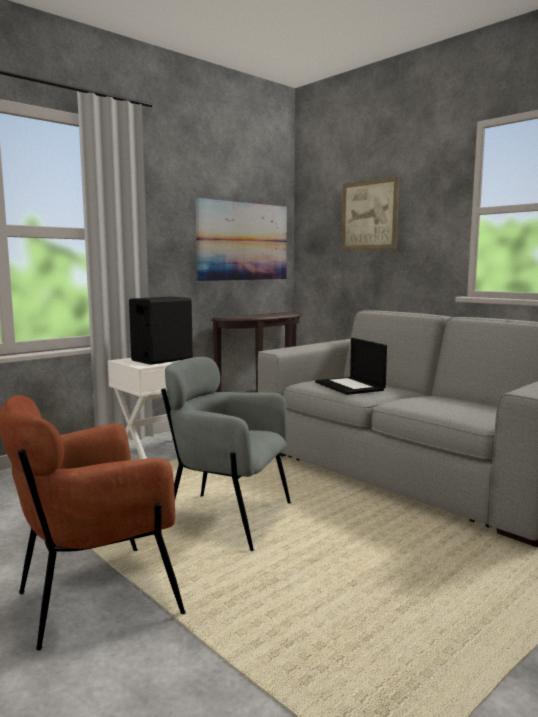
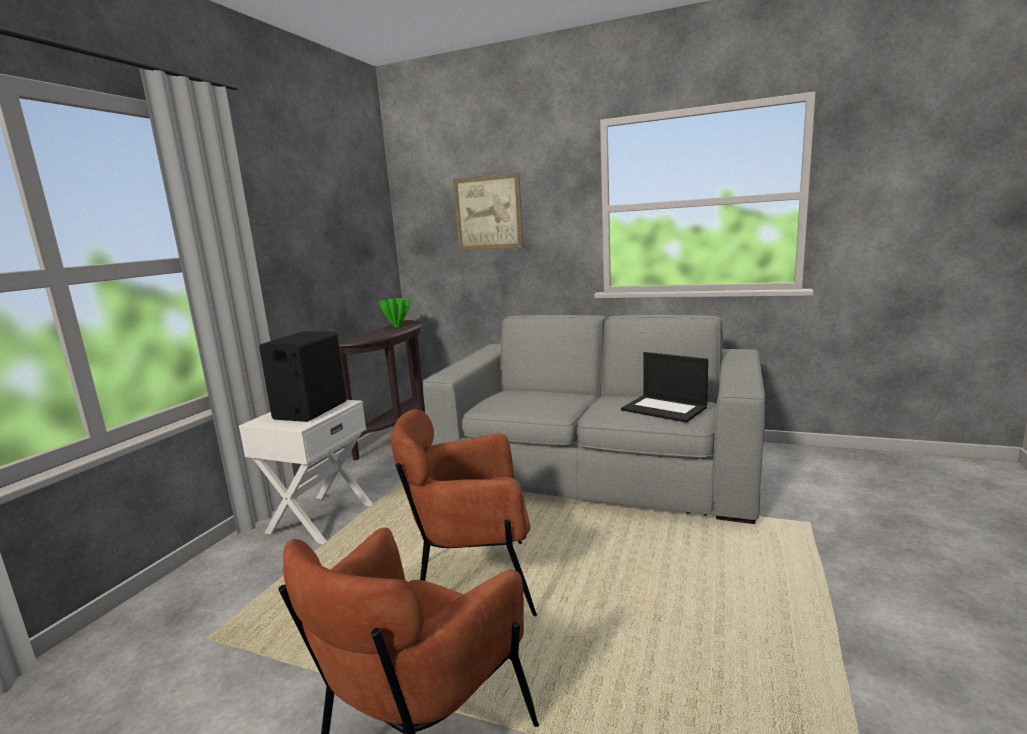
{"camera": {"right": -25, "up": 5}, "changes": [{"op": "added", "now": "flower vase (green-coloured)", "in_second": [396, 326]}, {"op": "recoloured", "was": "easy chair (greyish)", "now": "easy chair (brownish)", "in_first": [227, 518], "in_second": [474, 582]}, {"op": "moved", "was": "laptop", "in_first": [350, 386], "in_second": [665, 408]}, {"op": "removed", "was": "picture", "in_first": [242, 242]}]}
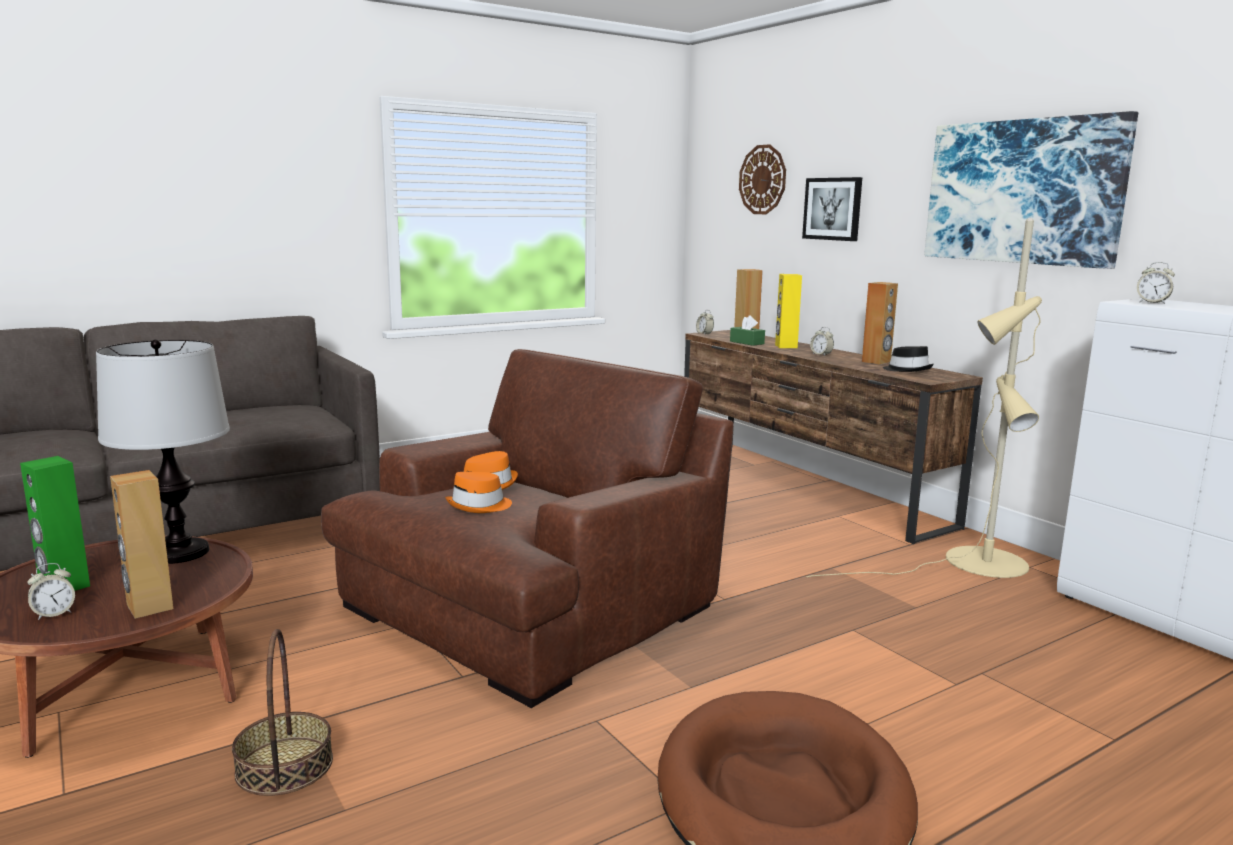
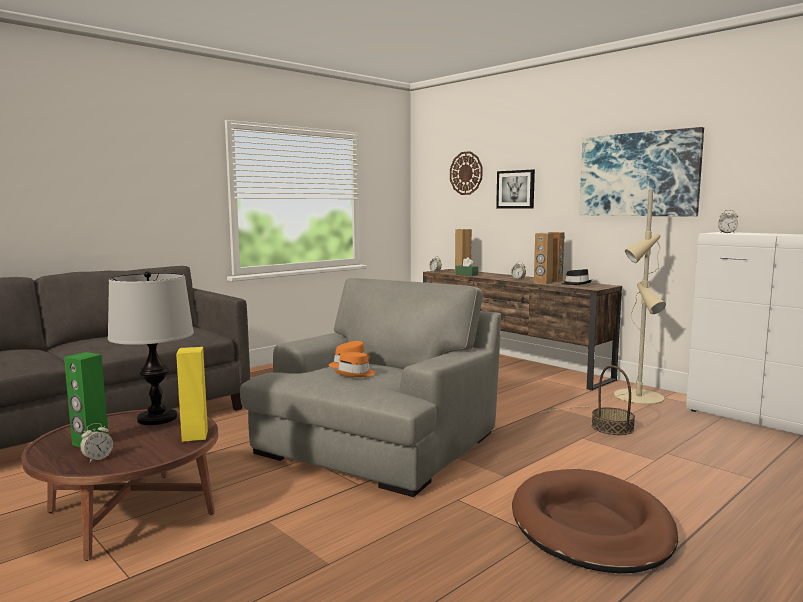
{"camera": {"right": -10, "up": -5}, "changes": [{"op": "moved", "was": "speaker (yellow-coloured)", "in_first": [785, 346], "in_second": [194, 436]}, {"op": "recoloured", "was": "easy chair (brownish)", "now": "easy chair (greyish)", "in_first": [531, 605], "in_second": [378, 441]}, {"op": "moved", "was": "speaker (brownish)", "in_first": [149, 607], "in_second": [542, 283]}, {"op": "moved", "was": "basket", "in_first": [285, 766], "in_second": [612, 427]}]}
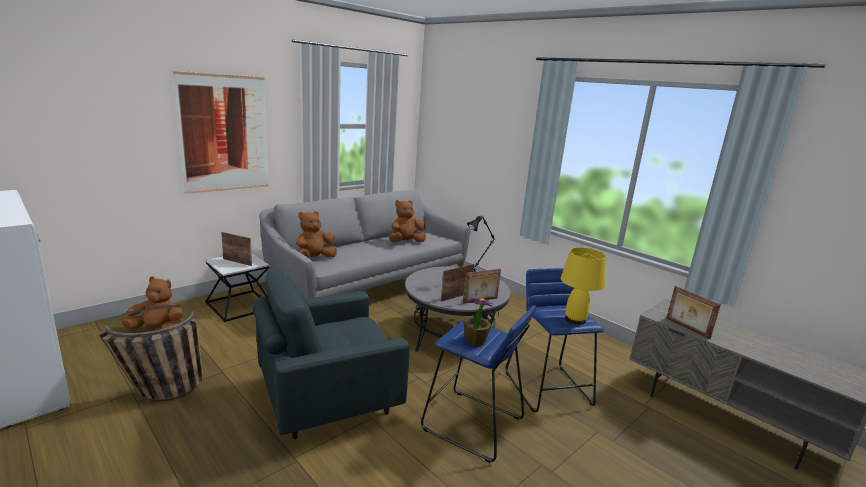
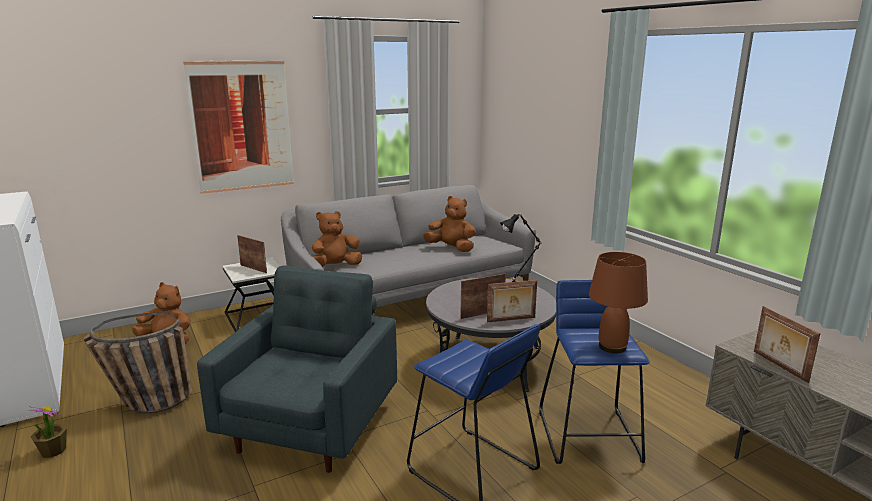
{"camera": {"right": 15, "up": 0}, "changes": [{"op": "moved", "was": "potted plant", "in_first": [475, 341], "in_second": [53, 451]}, {"op": "turned", "was": "easy chair (greyish)", "in_first": [327, 399], "in_second": [312, 426], "clockwise": 120}, {"op": "turned", "was": "plush toy (brownish)", "in_first": [406, 242], "in_second": [451, 248], "clockwise": 45}, {"op": "recoloured", "was": "lamp for a table (yellow-coloured)", "now": "lamp for a table (brownish)", "in_first": [574, 320], "in_second": [611, 347]}]}
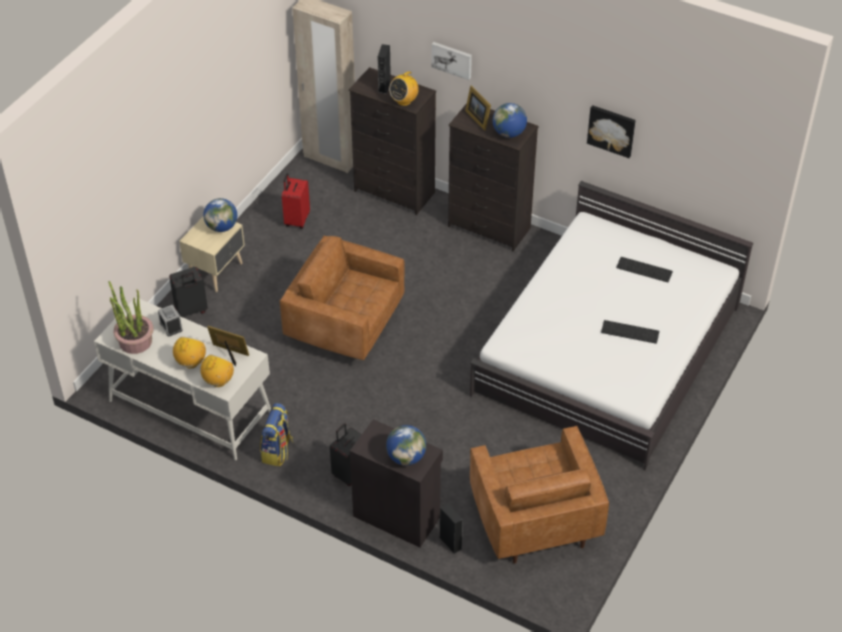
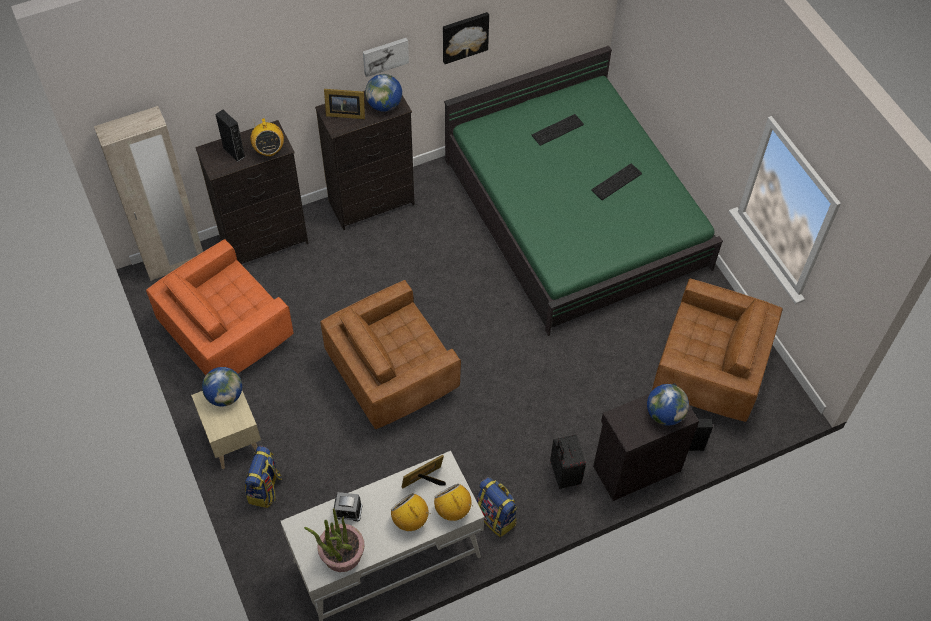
{"camera": {"right": -55, "up": 10}, "changes": [{"op": "replaced", "was": "piece of luggage (red)", "now": "easy chair (orange-coloured)", "in_first": [296, 220], "in_second": [227, 335]}, {"op": "replaced", "was": "piece of luggage (blackish)", "now": "backpack", "in_first": [191, 311], "in_second": [265, 489]}, {"op": "moved", "was": "picture", "in_first": [452, 59], "in_second": [385, 55]}, {"op": "recoloured", "was": "bedroom bed (white)", "now": "bedroom bed (green-coloured)", "in_first": [608, 349], "in_second": [575, 213]}]}
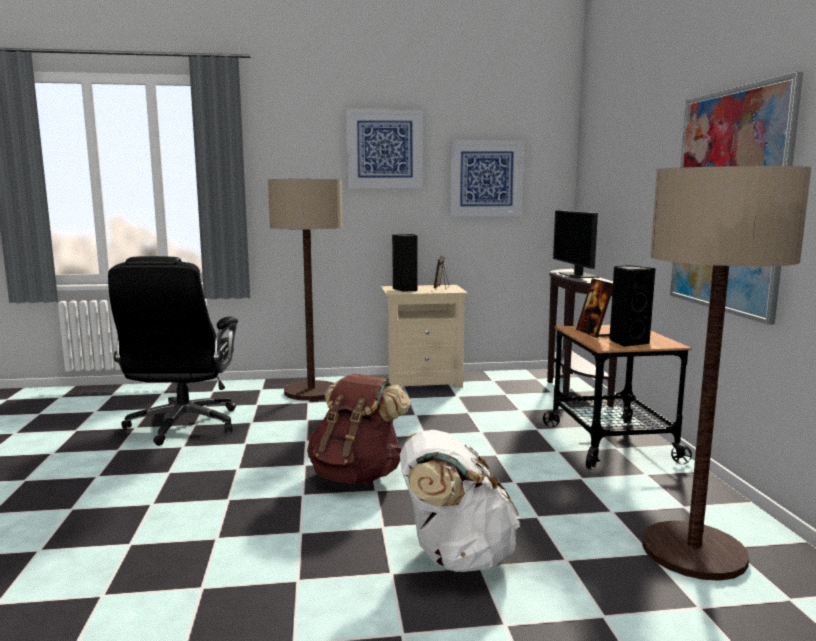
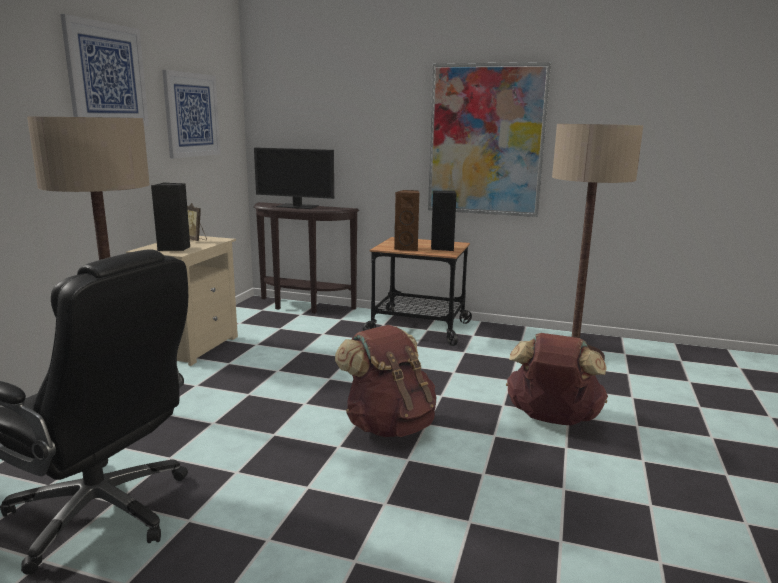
{"camera": {"right": -65, "up": 5}, "changes": [{"op": "replaced", "was": "standing frame", "now": "speaker (brownish)", "in_first": [593, 333], "in_second": [407, 248]}, {"op": "recoloured", "was": "backpack (white)", "now": "backpack (brownish)", "in_first": [455, 556], "in_second": [552, 419]}]}
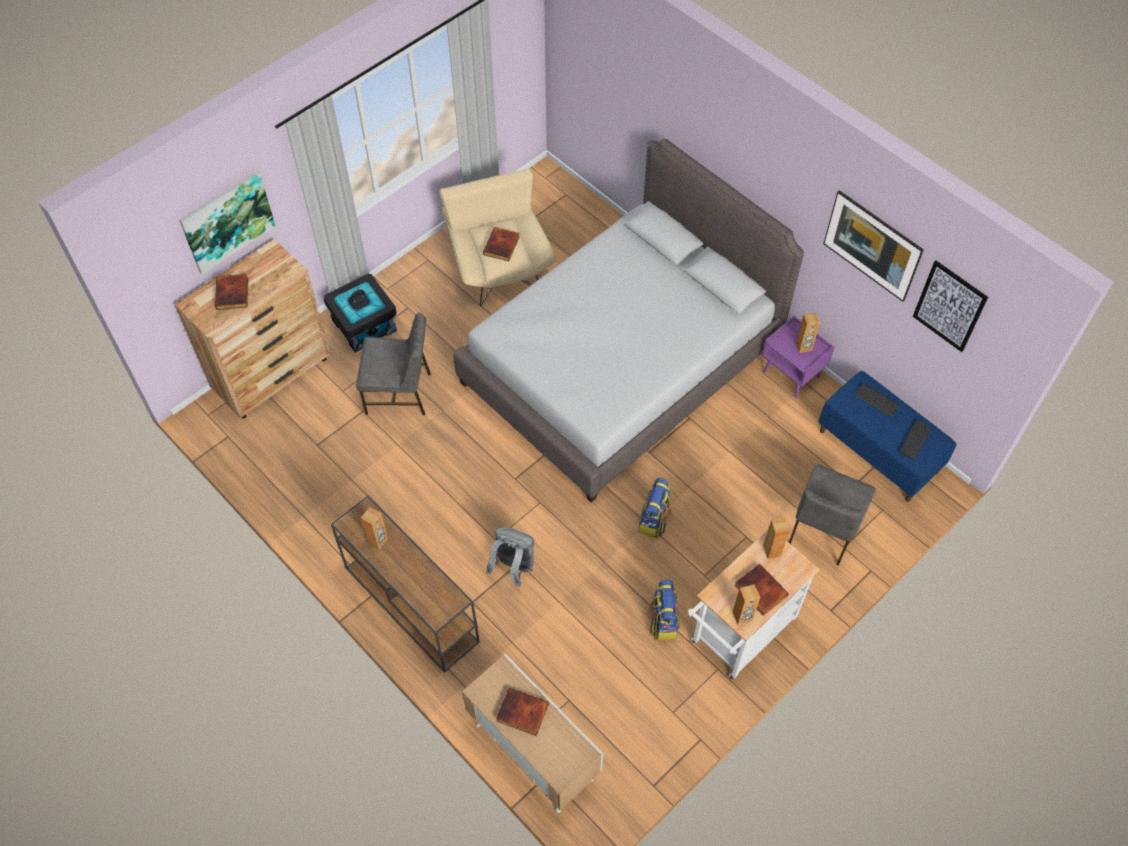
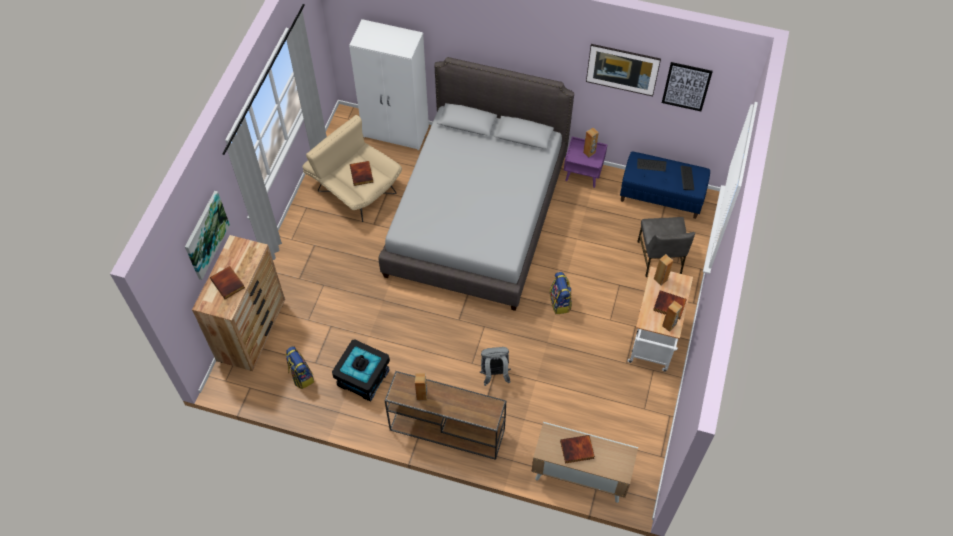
{"camera": {"right": -30, "up": 0}, "changes": [{"op": "moved", "was": "backpack", "in_first": [662, 621], "in_second": [301, 376]}, {"op": "moved", "was": "storage bin (blackish)", "in_first": [364, 325], "in_second": [363, 378]}, {"op": "added", "now": "clothes cupboard (white)", "in_second": [396, 132]}, {"op": "removed", "was": "chair (greyish)", "in_first": [400, 393]}]}
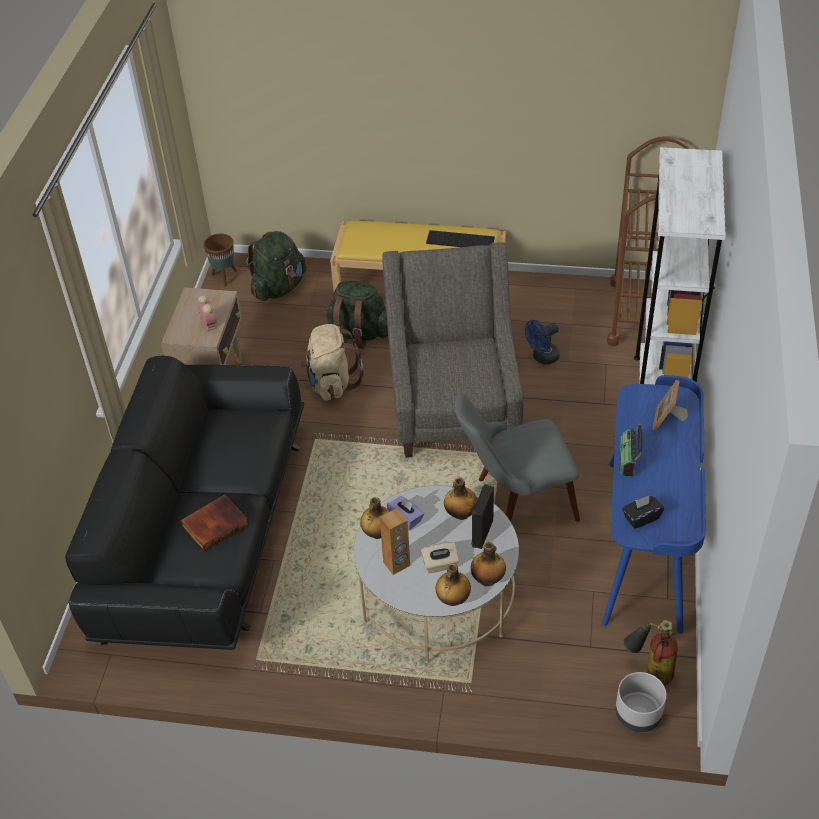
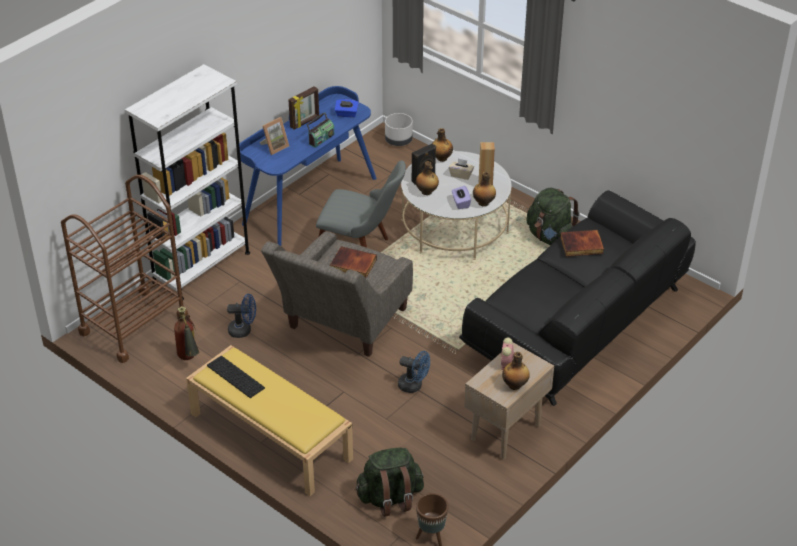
{"camera": {"right": -150, "up": -5}, "changes": [{"op": "moved", "was": "fire extinguisher", "in_first": [649, 671], "in_second": [189, 360]}, {"op": "added", "now": "standing frame", "in_second": [305, 122]}, {"op": "added", "now": "volume", "in_second": [352, 265]}, {"op": "recoloured", "was": "box of tissues (blackish)", "now": "box of tissues (bluish)", "in_first": [641, 518], "in_second": [346, 114]}, {"op": "replaced", "was": "backpack (beige-coloured)", "now": "cooling fan (bluish)", "in_first": [331, 383], "in_second": [414, 386]}, {"op": "moved", "was": "drink bottle", "in_first": [453, 600], "in_second": [515, 385]}, {"op": "moved", "was": "backpack (green-coloured)", "in_first": [359, 334], "in_second": [550, 237]}]}
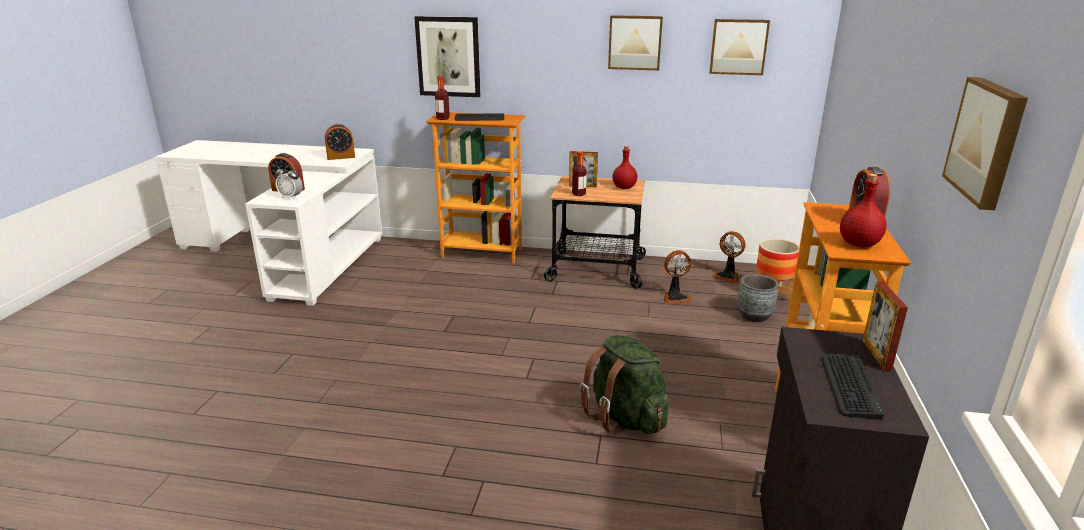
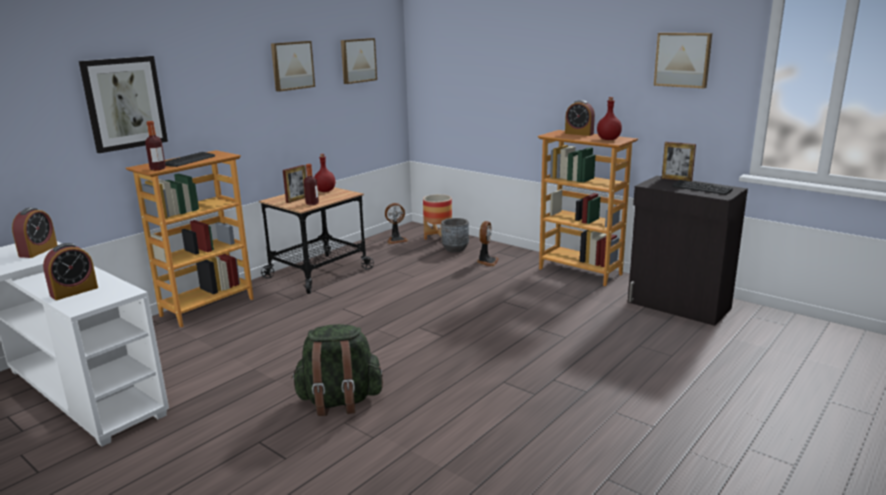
{"camera": {"right": -60, "up": -5}, "changes": [{"op": "moved", "was": "backpack (green-coloured)", "in_first": [625, 418], "in_second": [339, 401]}, {"op": "moved", "was": "cooling fan", "in_first": [675, 297], "in_second": [487, 261]}, {"op": "removed", "was": "alarm clock", "in_first": [291, 197]}]}
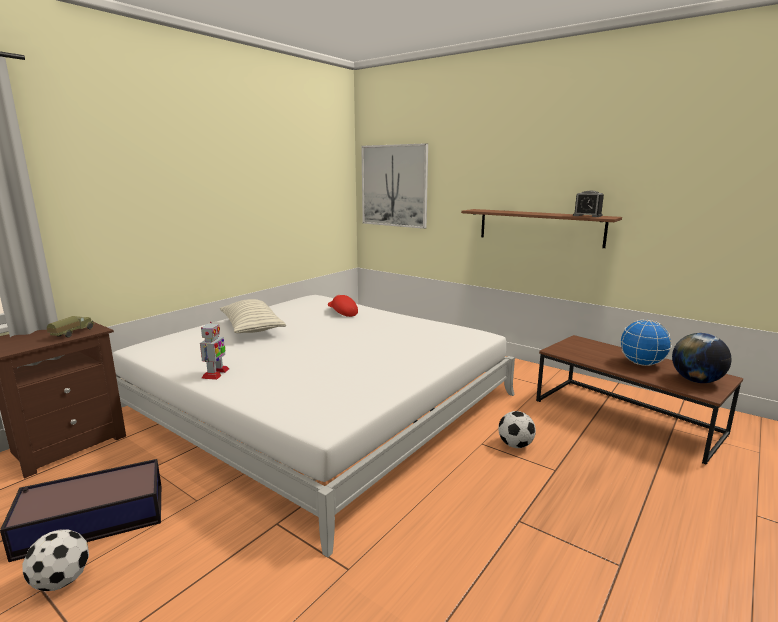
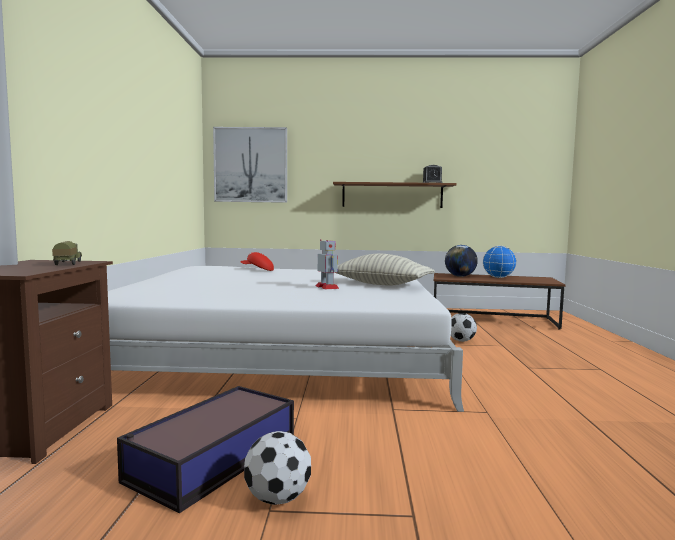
{"camera": {"right": -35, "up": -10}, "changes": [{"op": "moved", "was": "toy robot", "in_first": [215, 374], "in_second": [327, 287]}, {"op": "moved", "was": "pillow", "in_first": [252, 328], "in_second": [381, 284]}, {"op": "moved", "was": "world globe", "in_first": [696, 381], "in_second": [460, 276]}]}
